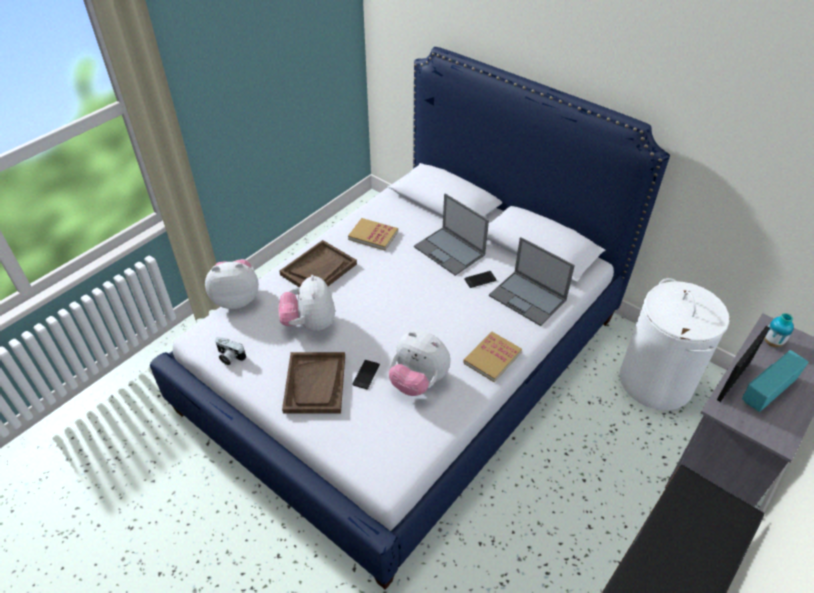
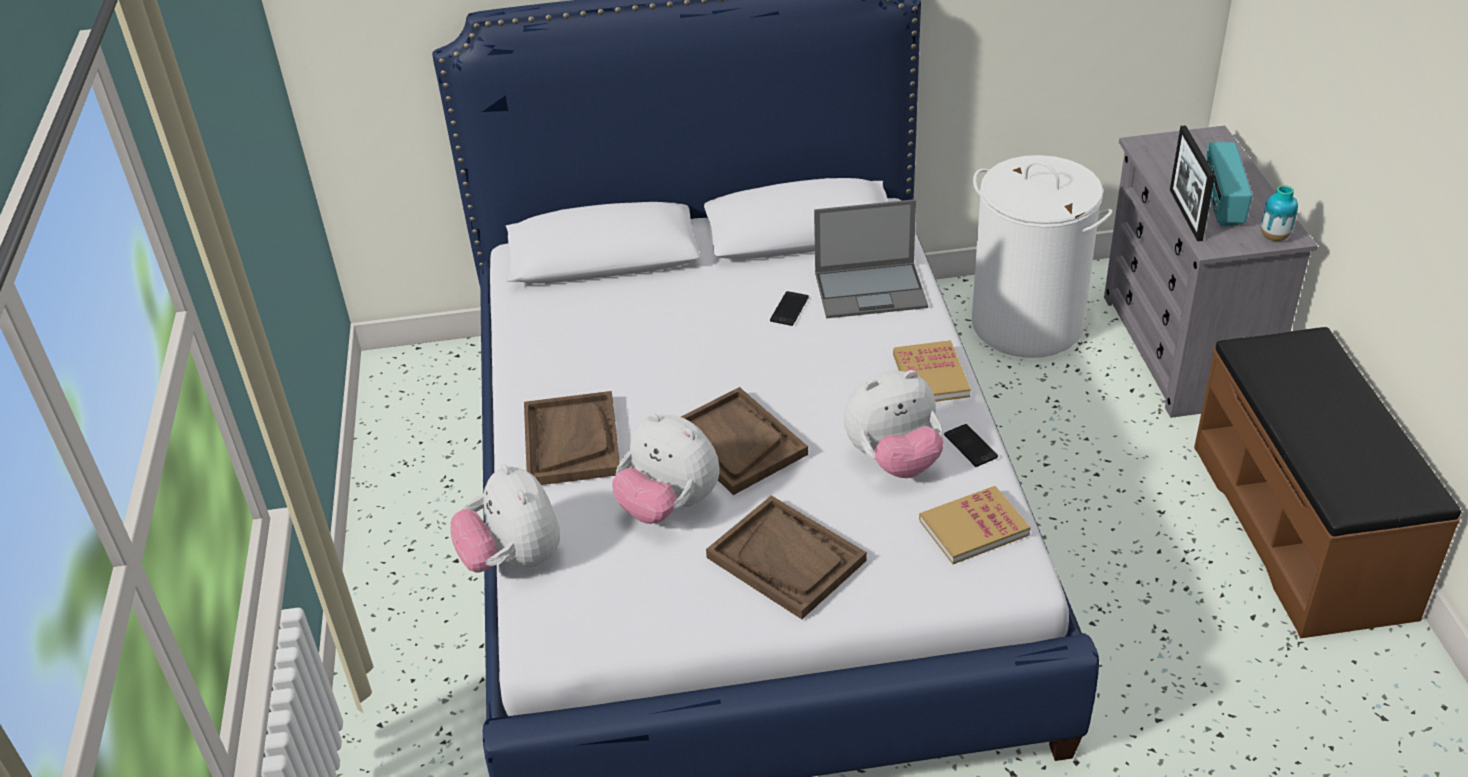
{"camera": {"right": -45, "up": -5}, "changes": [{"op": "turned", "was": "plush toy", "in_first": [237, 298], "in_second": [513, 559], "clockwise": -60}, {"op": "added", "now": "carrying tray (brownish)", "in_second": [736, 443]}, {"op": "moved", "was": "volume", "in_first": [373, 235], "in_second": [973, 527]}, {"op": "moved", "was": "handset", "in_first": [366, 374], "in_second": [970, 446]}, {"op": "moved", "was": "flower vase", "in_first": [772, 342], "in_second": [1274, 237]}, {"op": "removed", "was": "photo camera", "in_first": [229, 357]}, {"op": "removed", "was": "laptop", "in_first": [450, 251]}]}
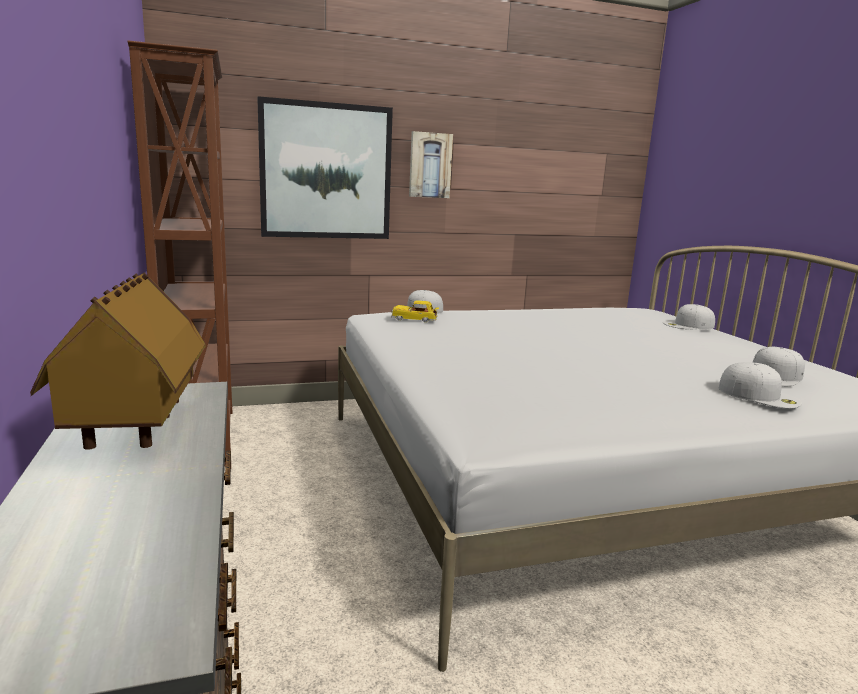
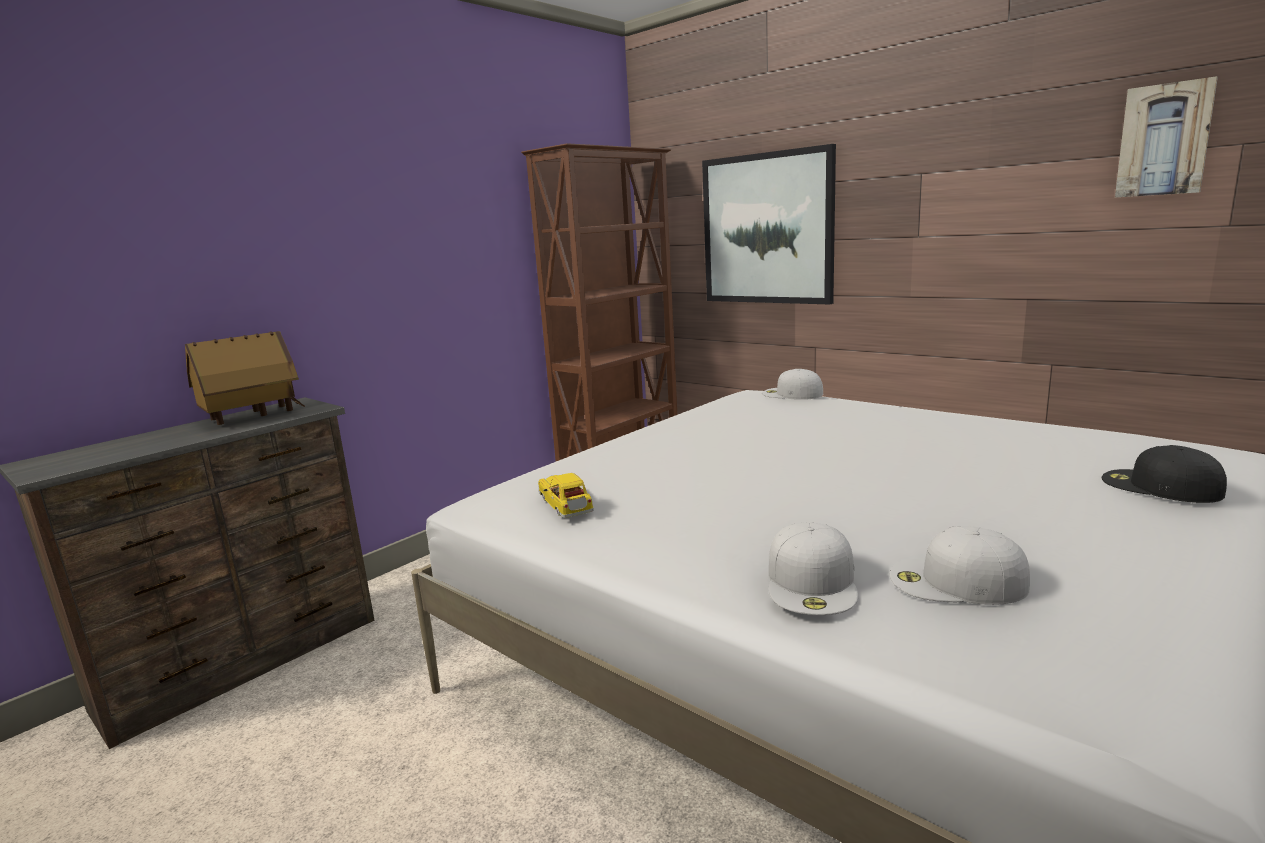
{"camera": {"right": 60, "up": 0}, "changes": [{"op": "moved", "was": "toy car", "in_first": [415, 319], "in_second": [566, 505]}, {"op": "recoloured", "was": "cap (white)", "now": "cap (blackish)", "in_first": [688, 325], "in_second": [1159, 486]}, {"op": "moved", "was": "picture", "in_first": [430, 165], "in_second": [1164, 140]}]}
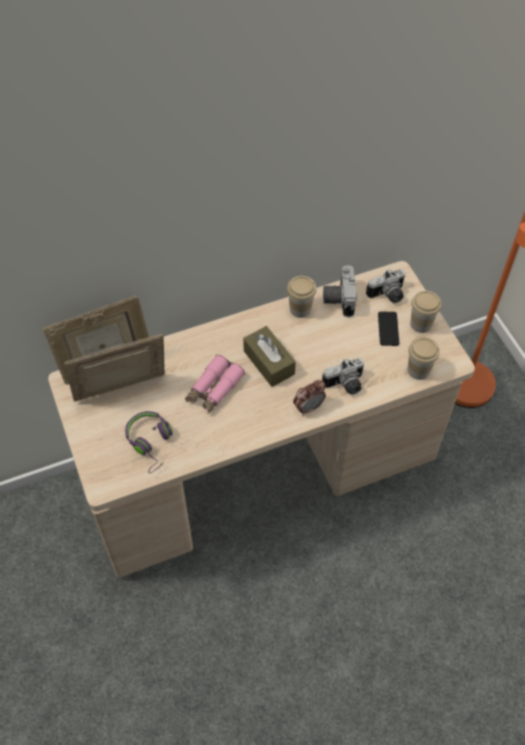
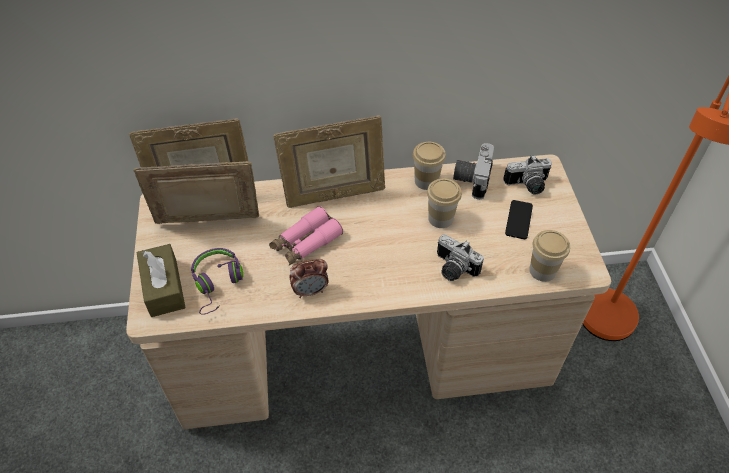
{"camera": {"right": 15, "up": -5}, "changes": [{"op": "moved", "was": "box of tissues (brownish)", "in_first": [269, 362], "in_second": [164, 287]}, {"op": "added", "now": "standing frame", "in_second": [334, 195]}, {"op": "moved", "was": "alarm clock", "in_first": [309, 407], "in_second": [310, 291]}, {"op": "moved", "was": "small cup", "in_first": [421, 324], "in_second": [440, 218]}, {"op": "turned", "was": "photo camera", "in_first": [345, 385], "in_second": [453, 269], "clockwise": 45}]}
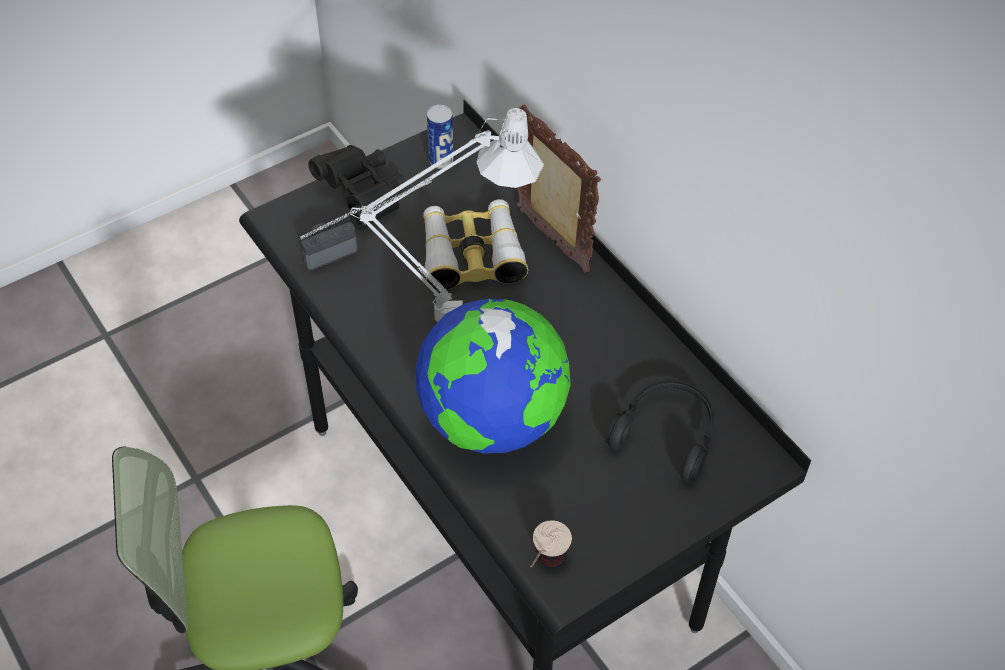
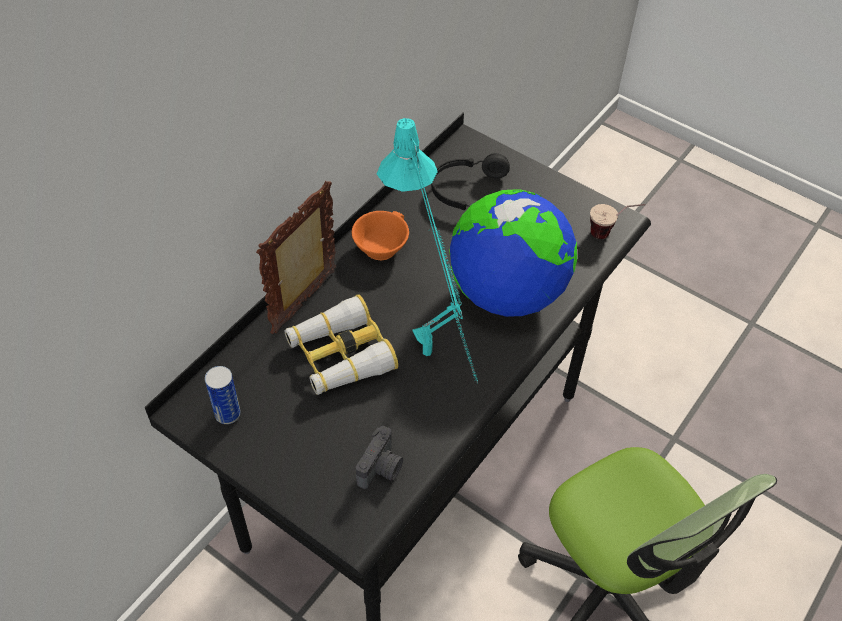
{"camera": {"right": -110, "up": 0}, "changes": [{"op": "added", "now": "small cup (orange-coloured)", "in_second": [379, 245]}, {"op": "turned", "was": "photo camera", "in_first": [328, 252], "in_second": [381, 469], "clockwise": -105}, {"op": "recoloured", "was": "lamp for a table (greyish)", "now": "lamp for a table (blue-green)", "in_first": [424, 322], "in_second": [432, 365]}, {"op": "removed", "was": "pair of binoculars (blackish)", "in_first": [363, 196]}]}
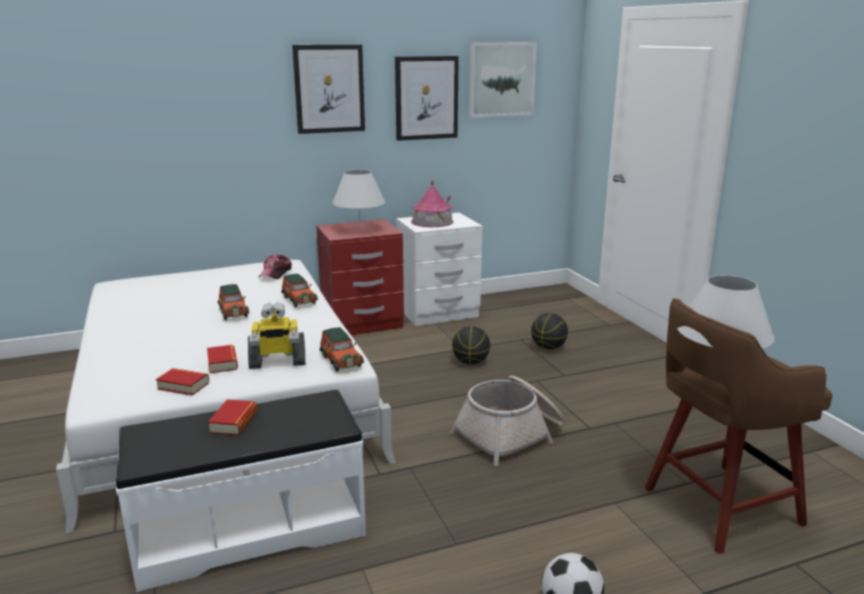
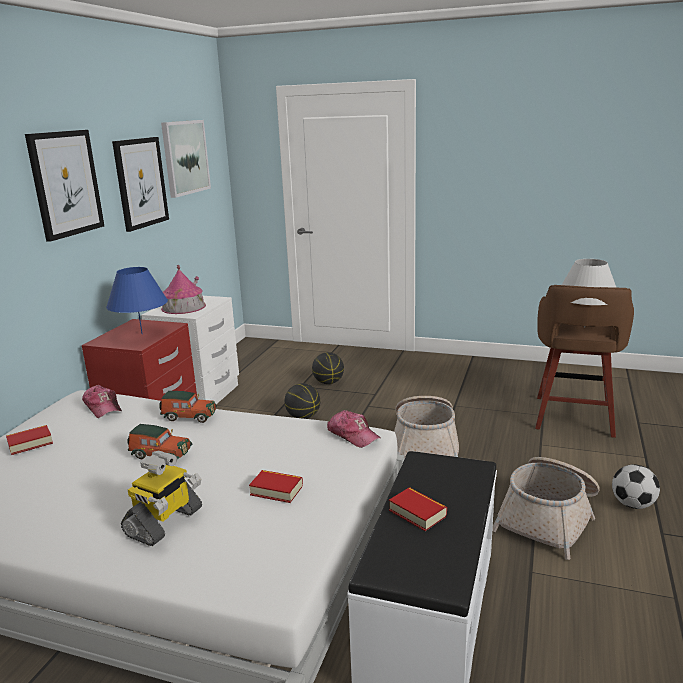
{"camera": {"right": -50, "up": 0}, "changes": [{"op": "moved", "was": "volume", "in_first": [183, 386], "in_second": [30, 443]}, {"op": "recoloured", "was": "lamp for a table (white)", "now": "lamp for a table (bluish)", "in_first": [360, 230], "in_second": [142, 334]}, {"op": "moved", "was": "toy robot", "in_first": [277, 361], "in_second": [164, 523]}, {"op": "replaced", "was": "toy car", "now": "cap", "in_first": [340, 360], "in_second": [353, 435]}, {"op": "added", "now": "basket", "in_second": [549, 518]}]}
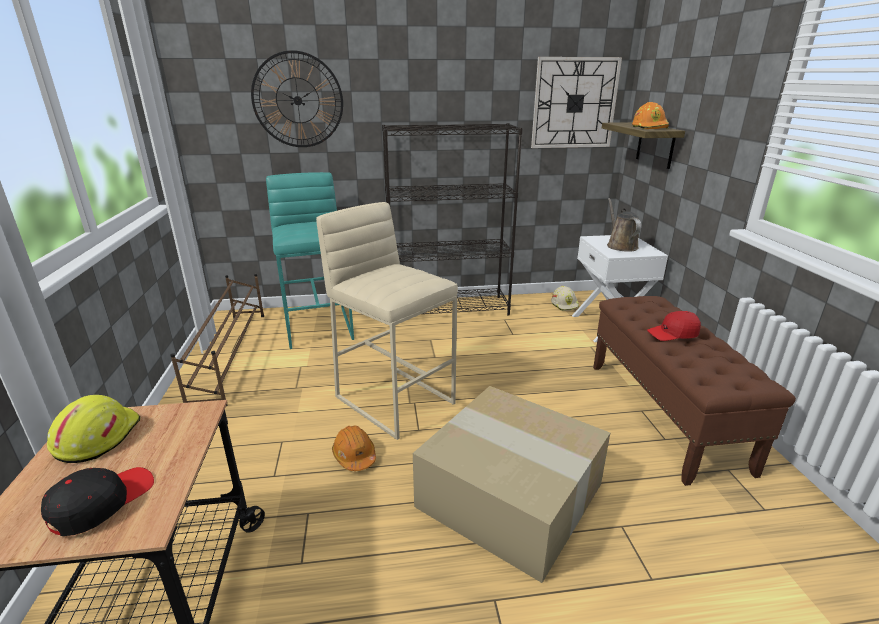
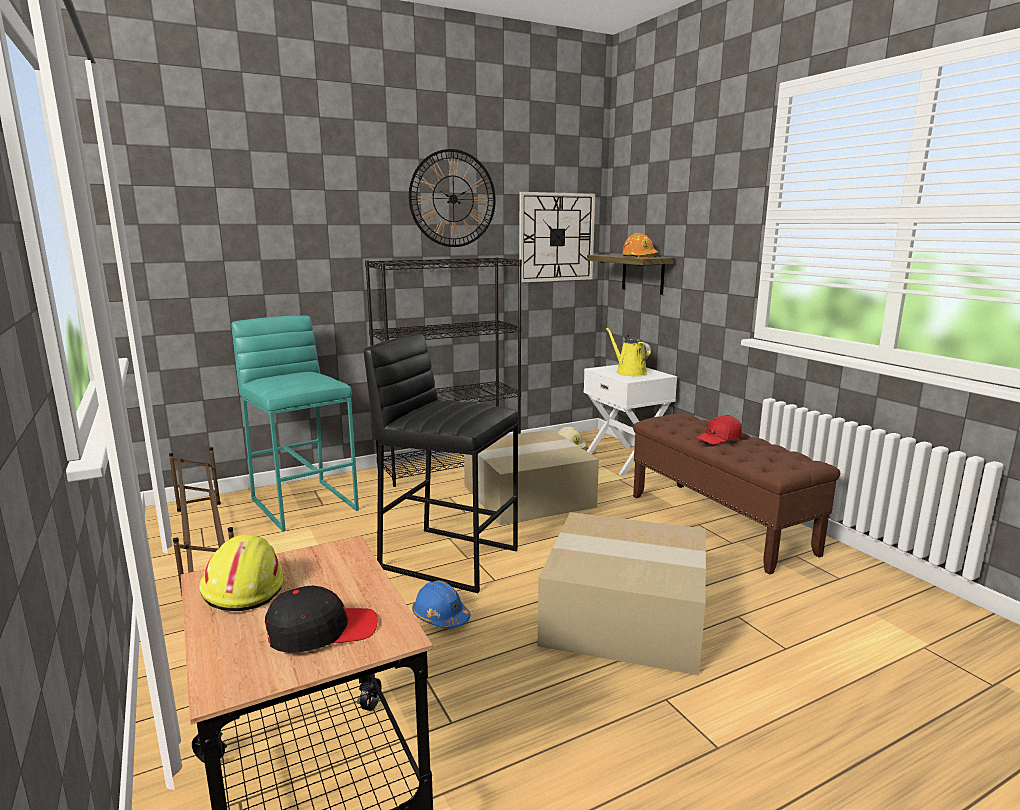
{"camera": {"right": -20, "up": -10}, "changes": [{"op": "turned", "was": "cap (blackish)", "in_first": [102, 502], "in_second": [322, 631], "clockwise": 60}, {"op": "recoloured", "was": "sitting stool (beige-coloured)", "now": "sitting stool (blackish)", "in_first": [395, 399], "in_second": [448, 557]}, {"op": "moved", "was": "wall clock", "in_first": [297, 100], "in_second": [453, 199]}, {"op": "recoloured", "was": "work helmet (orange-coloured)", "now": "work helmet (bluish)", "in_first": [354, 456], "in_second": [440, 616]}, {"op": "added", "now": "packing box", "in_second": [529, 495]}, {"op": "recoloured", "was": "sprinkling can (brownish)", "now": "sprinkling can (yellow-coloured)", "in_first": [620, 245], "in_second": [629, 372]}]}
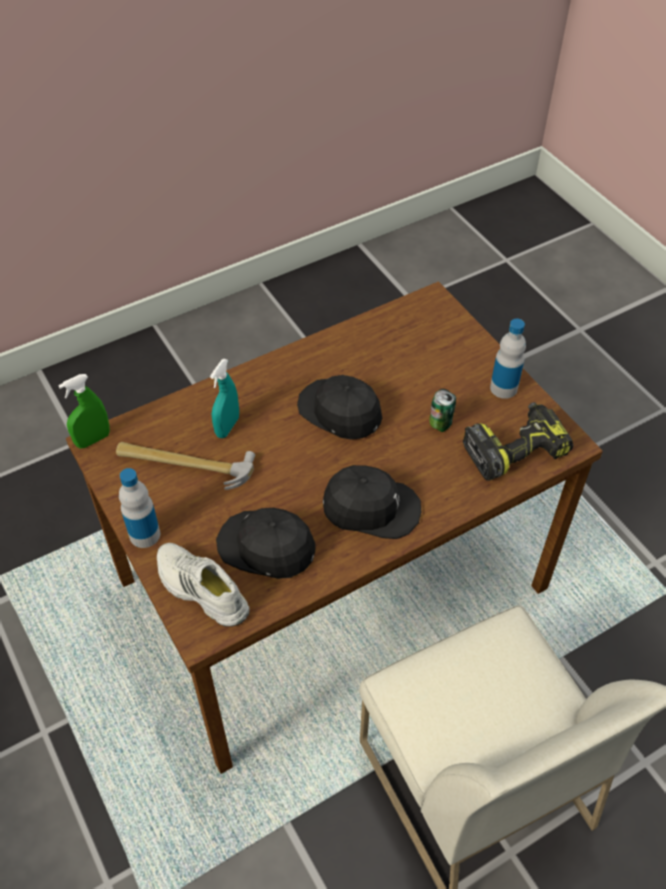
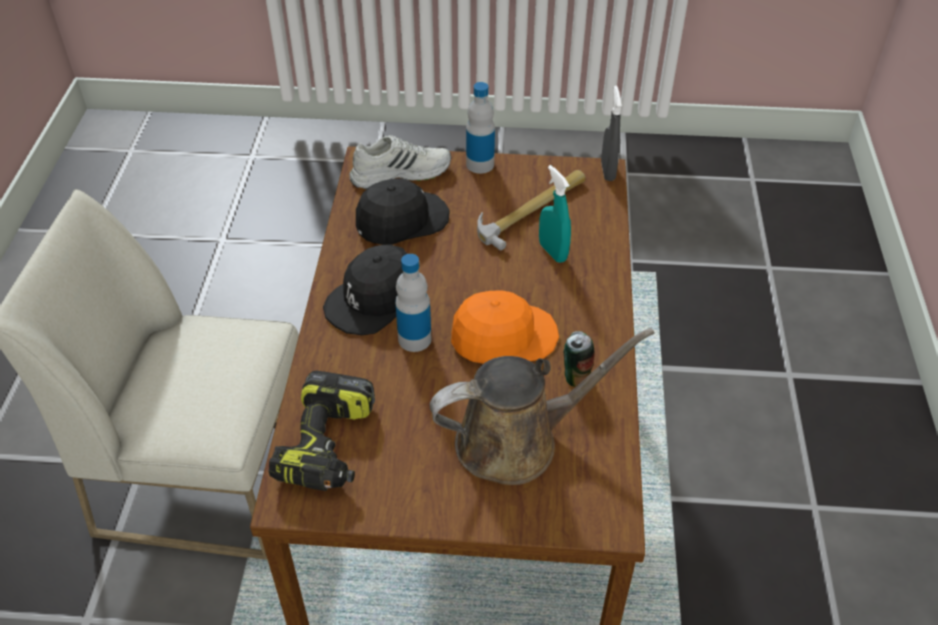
{"camera": {"right": 125, "up": -5}, "changes": [{"op": "moved", "was": "drink bottle", "in_first": [503, 388], "in_second": [414, 339]}, {"op": "added", "now": "sprinkling can (brownish)", "in_second": [516, 441]}, {"op": "recoloured", "was": "cap (blackish)", "now": "cap (orange-coloured)", "in_first": [340, 411], "in_second": [503, 336]}, {"op": "moved", "was": "can", "in_first": [440, 424], "in_second": [576, 376]}, {"op": "recoloured", "was": "sprayer (green-coloured)", "now": "sprayer (greyish)", "in_first": [93, 440], "in_second": [608, 171]}]}
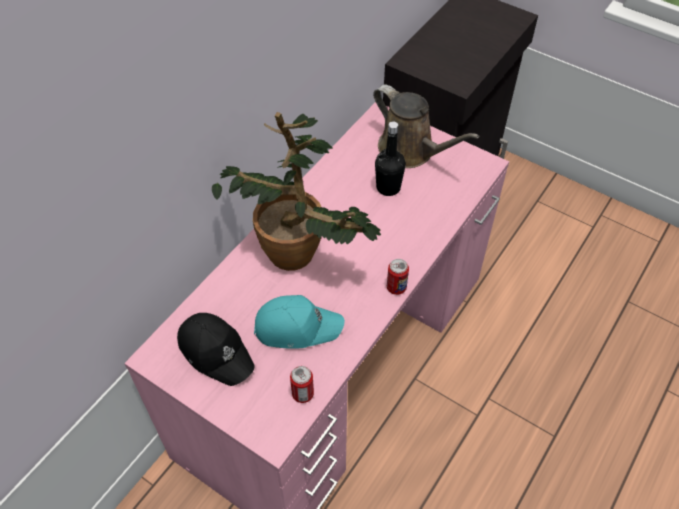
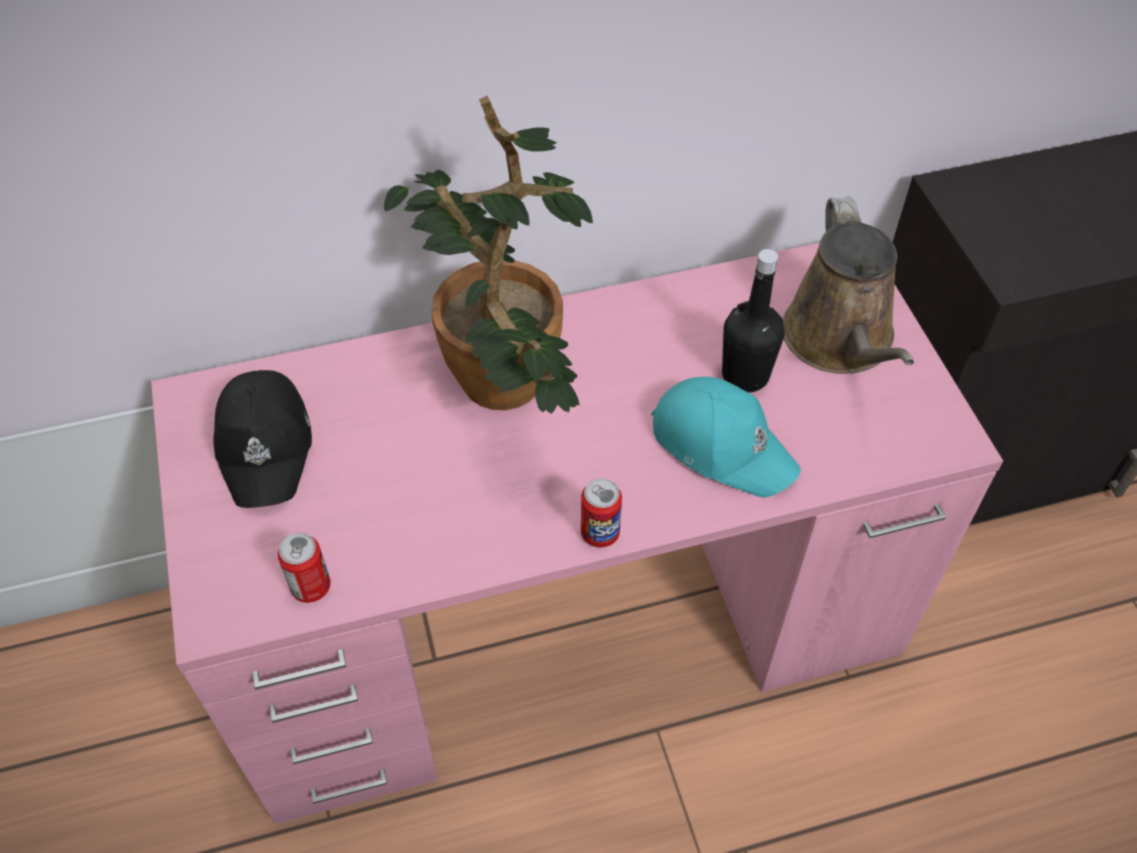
{"camera": {"right": 40, "up": 0}, "changes": [{"op": "moved", "was": "cap (blue-green)", "in_first": [297, 326], "in_second": [722, 444]}]}
